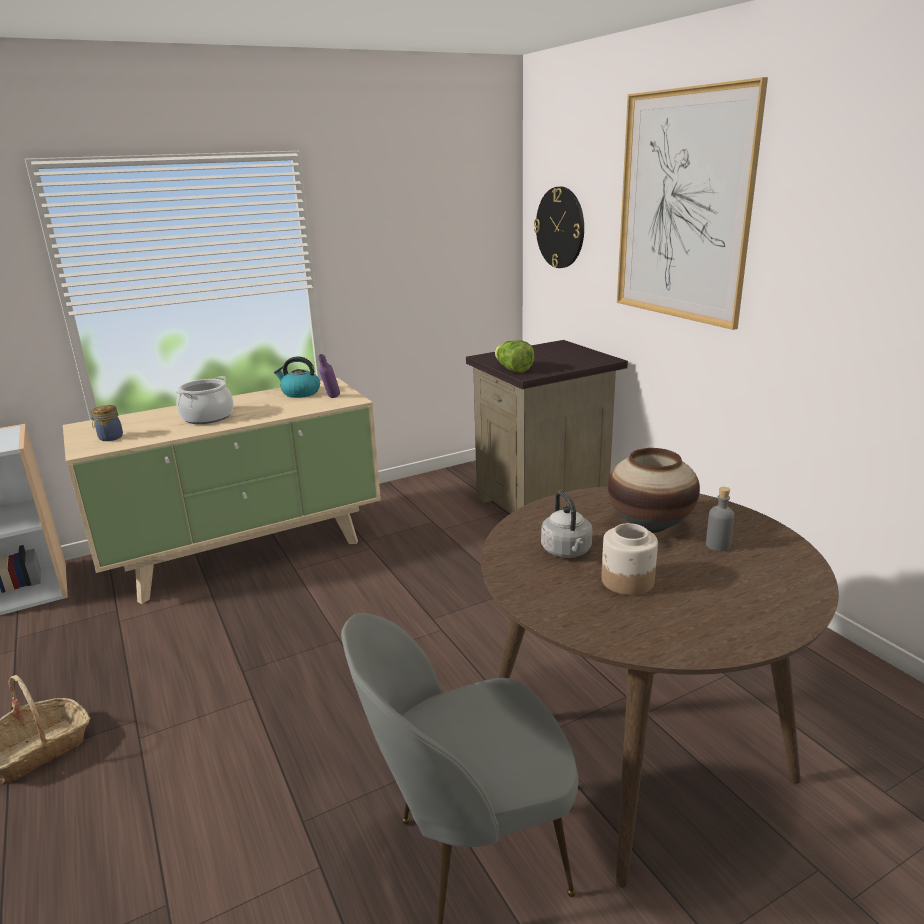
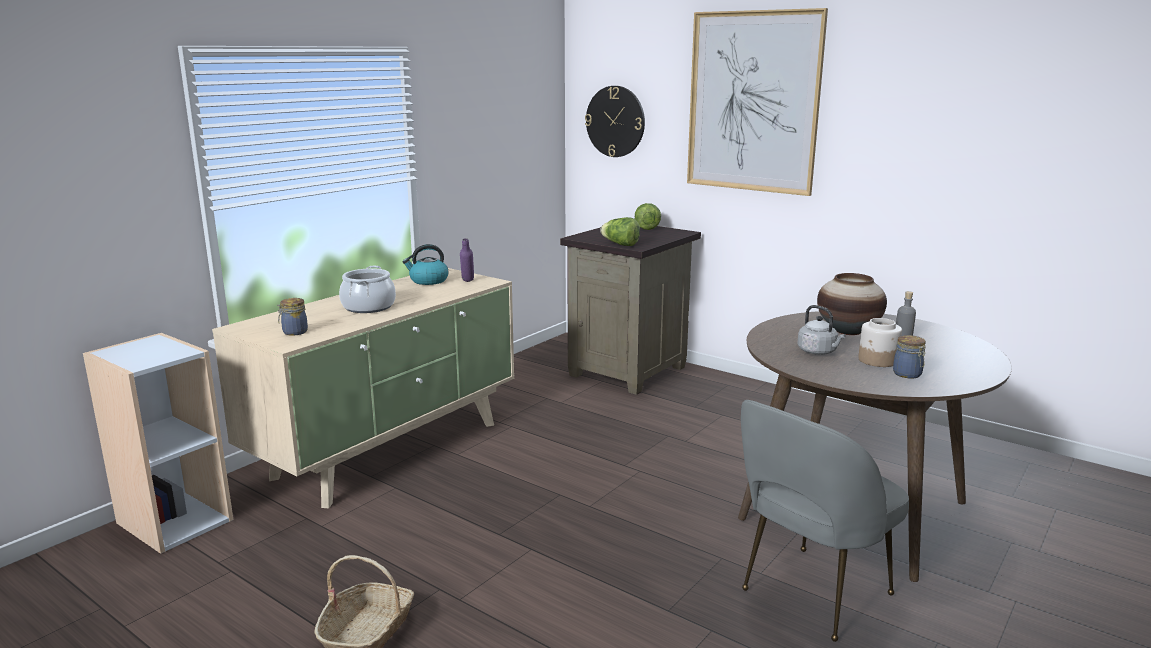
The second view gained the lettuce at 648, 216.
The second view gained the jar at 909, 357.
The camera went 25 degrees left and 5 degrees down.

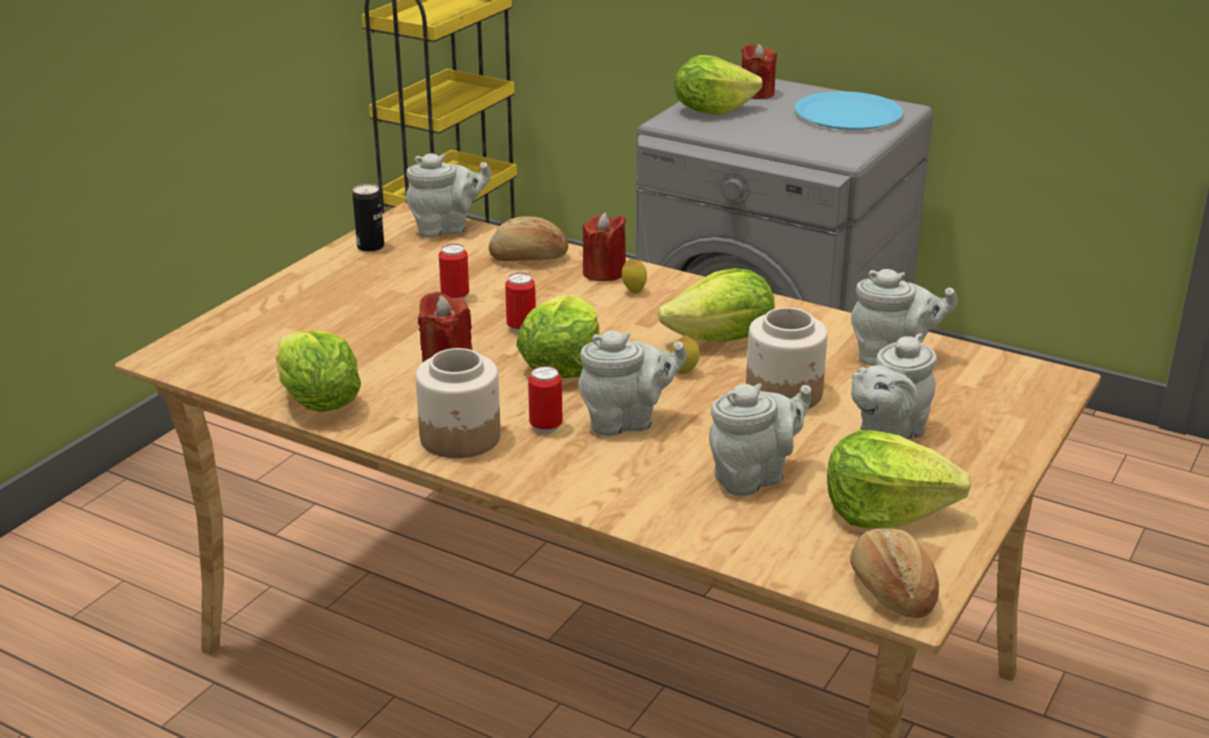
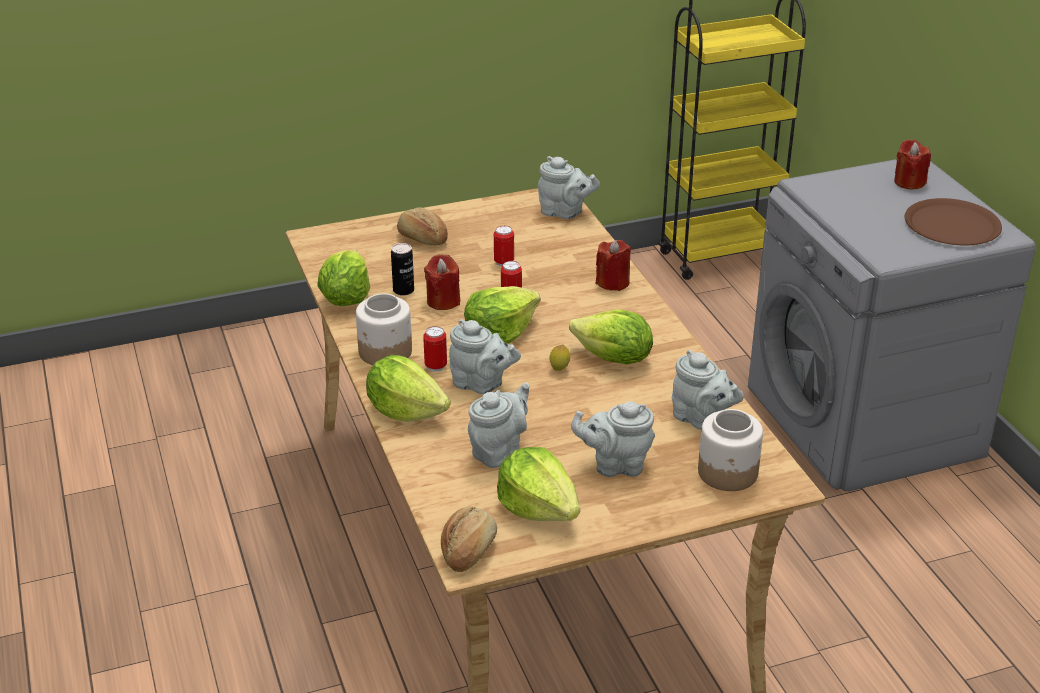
The lettuce ended up elsewhere, having gone from 719, 85 to 408, 388.
The can ended up elsewhere, having gone from 368, 218 to 402, 269.
The bread ended up elsewhere, having gone from 528, 238 to 422, 226.
The grey teapot at 760, 439 ended up facing another way, 60 degrees counterclockwise from before.
The jar ended up elsewhere, having gone from 787, 358 to 730, 450.
What was the blue plate at 849, 110 turned into the brown plate at 953, 221.
The second view lost the lemon at 634, 276.
The camera went 40 degrees right and 5 degrees up.

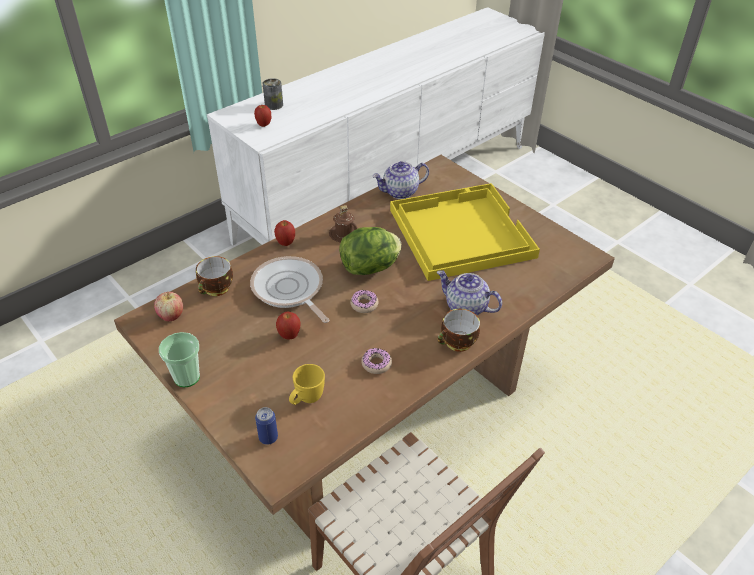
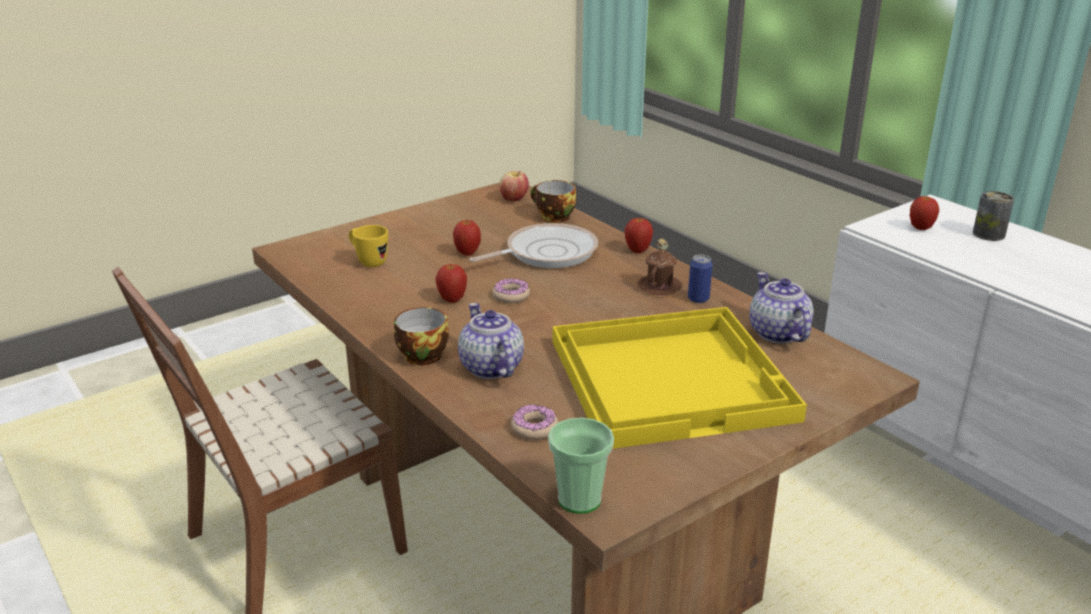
The second view gained the apple at 451, 283.
The teapot at 469, 292 ended up facing another way, 60 degrees counterclockwise from before.
The donut ended up elsewhere, having gone from 376, 361 to 534, 422.
The cup ended up elsewhere, having gone from 179, 359 to 581, 466.
The can ended up elsewhere, having gone from 266, 426 to 700, 278.
The second view lost the lettuce at 370, 251.
The camera went 95 degrees right and 15 degrees down.

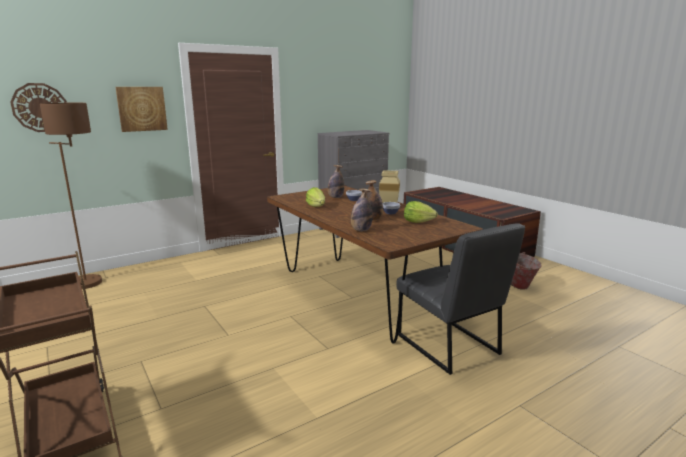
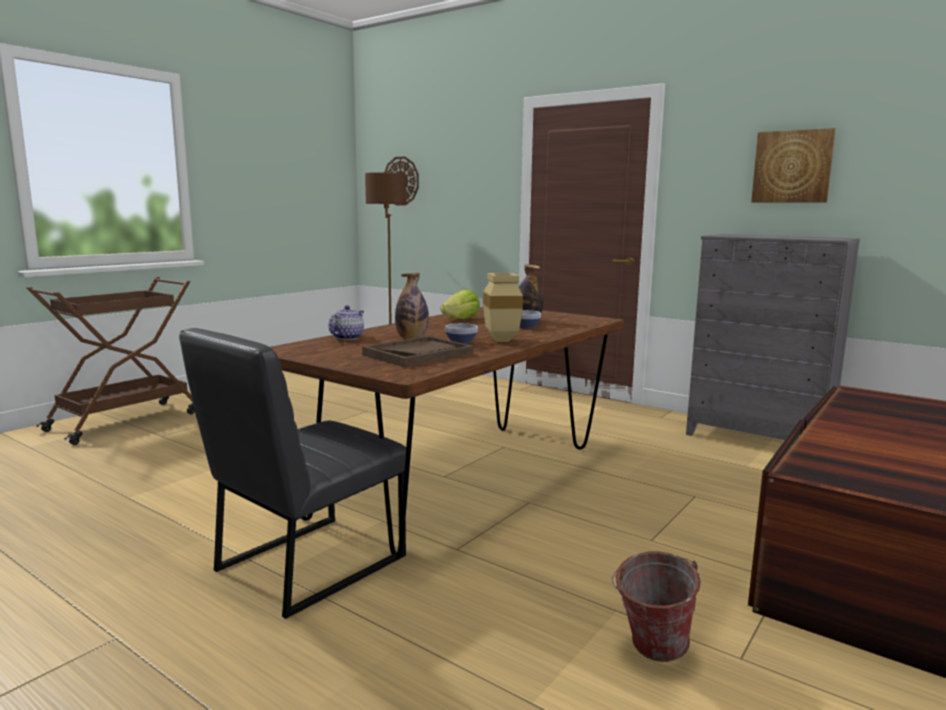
Where the bottle stood at 362, 209, the teapot came to stand at 346, 322.
Where the lettuce stood at 421, 212, the brown tray came to stand at 417, 351.
The picture ended up elsewhere, having gone from 141, 109 to 793, 165.
The camera went 70 degrees right and 5 degrees down.

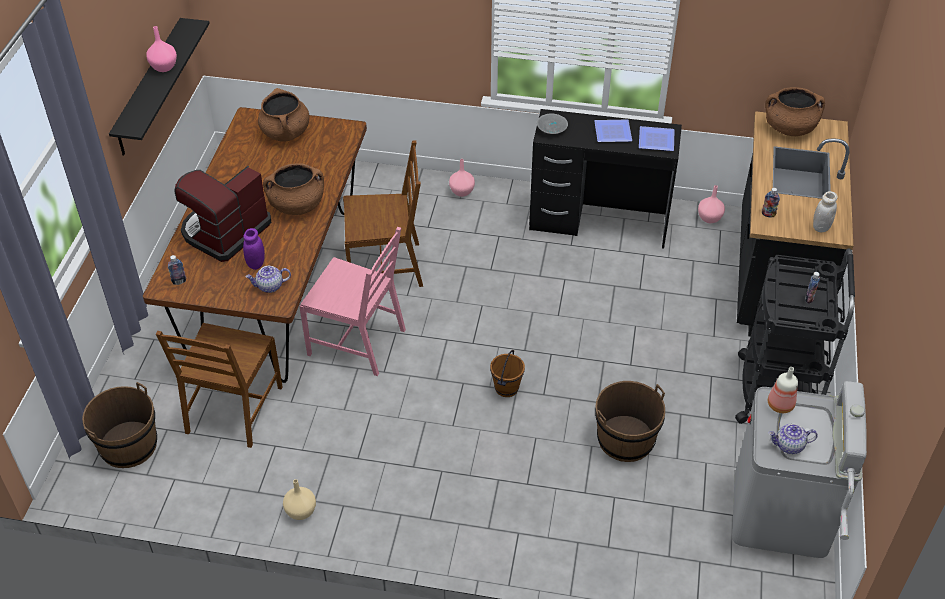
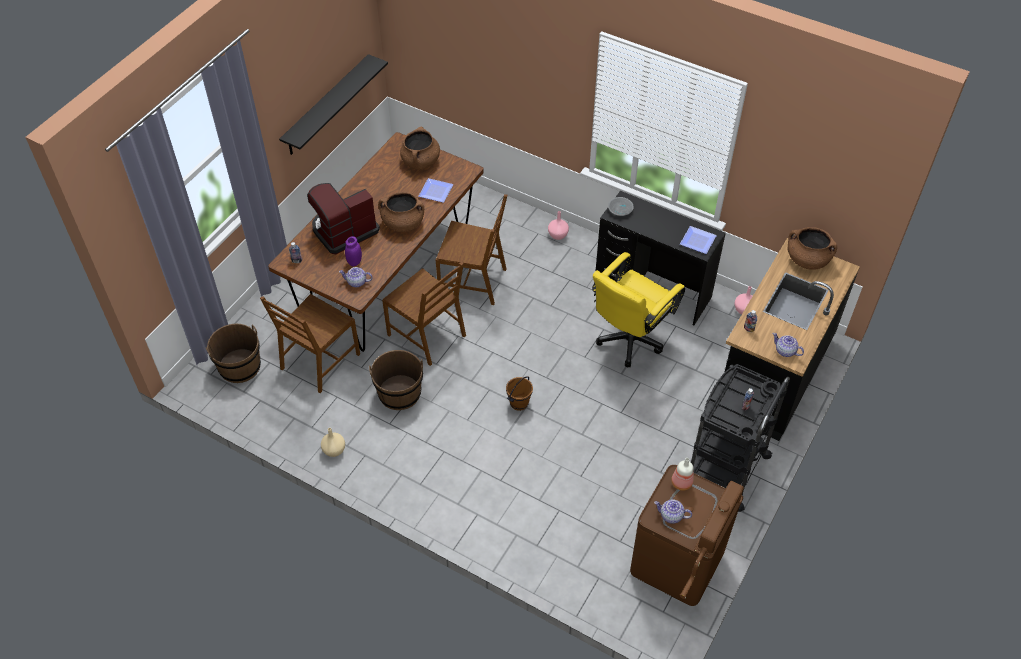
The brown bucket ended up elsewhere, having gone from 630, 421 to 396, 380.
What was the pink chair at 352, 301 turned into the brown chair at 424, 314.
The plate ended up elsewhere, having gone from 613, 130 to 435, 190.
The second view gained the yellow office chair at 638, 309.
What was the grey washing machine at 799, 469 turned into the brown washing machine at 687, 535.
Where the white jar stood at 825, 211, the teapot came to stand at 788, 345.
The second view lost the pink vase at 161, 49.
The camera went 20 degrees right and 5 degrees up.

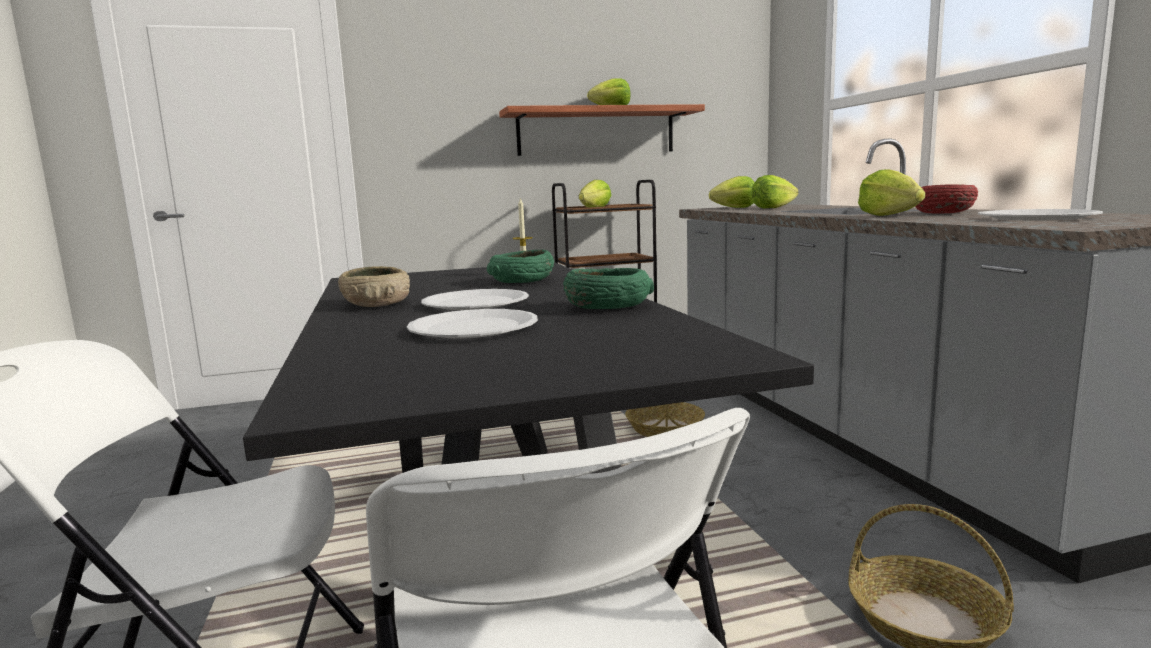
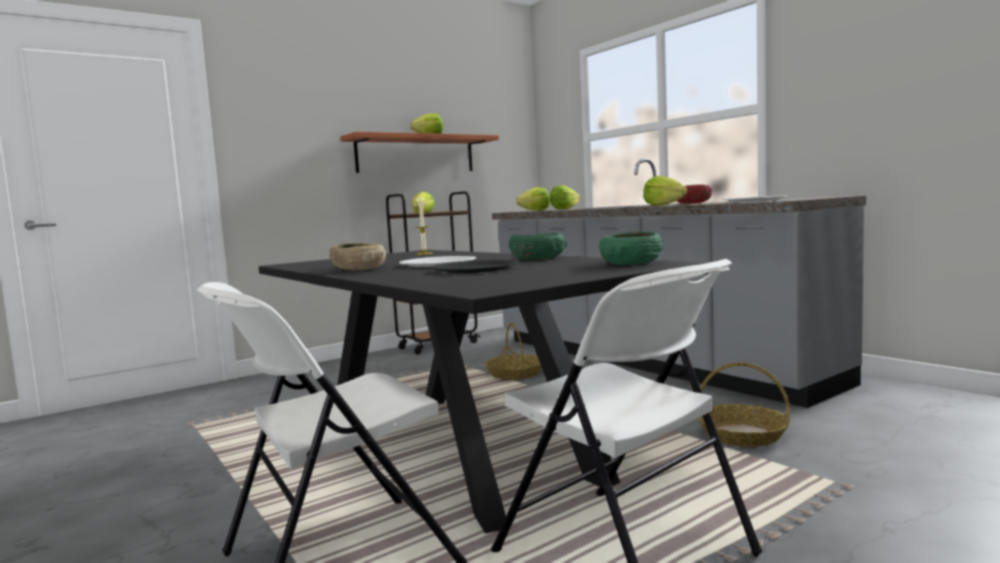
What was the white plate at 472, 323 turned into the black plate at 475, 266.
The green bowl ended up elsewhere, having gone from 520, 266 to 631, 248.
The camera went 20 degrees left and 5 degrees down.

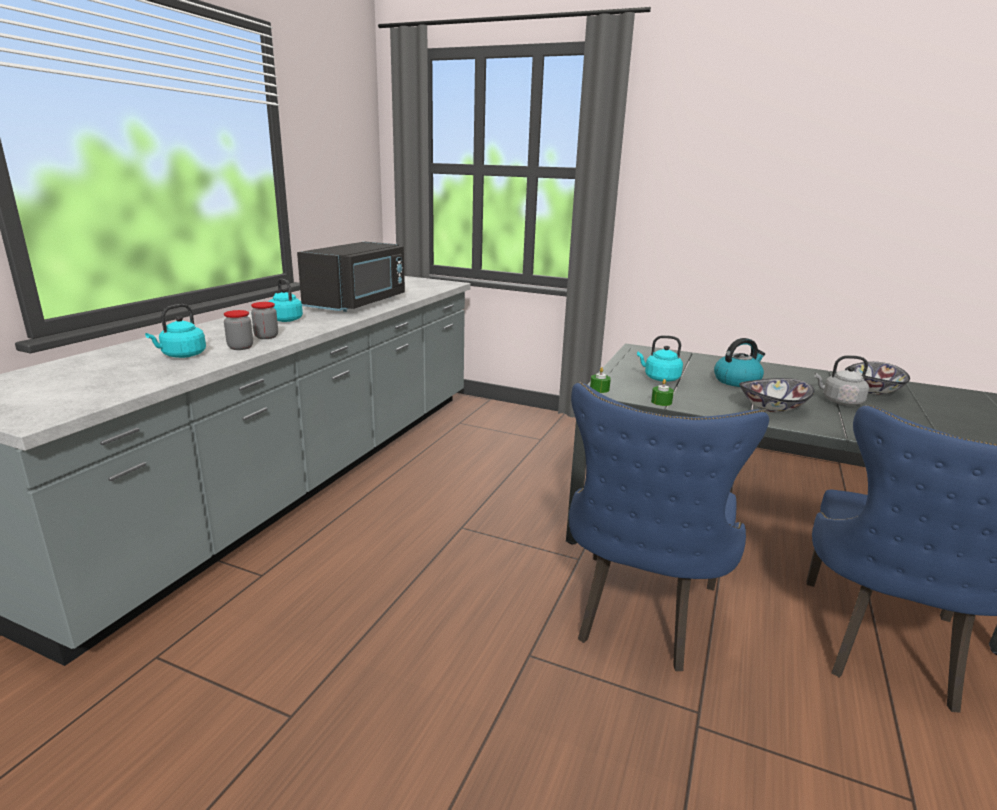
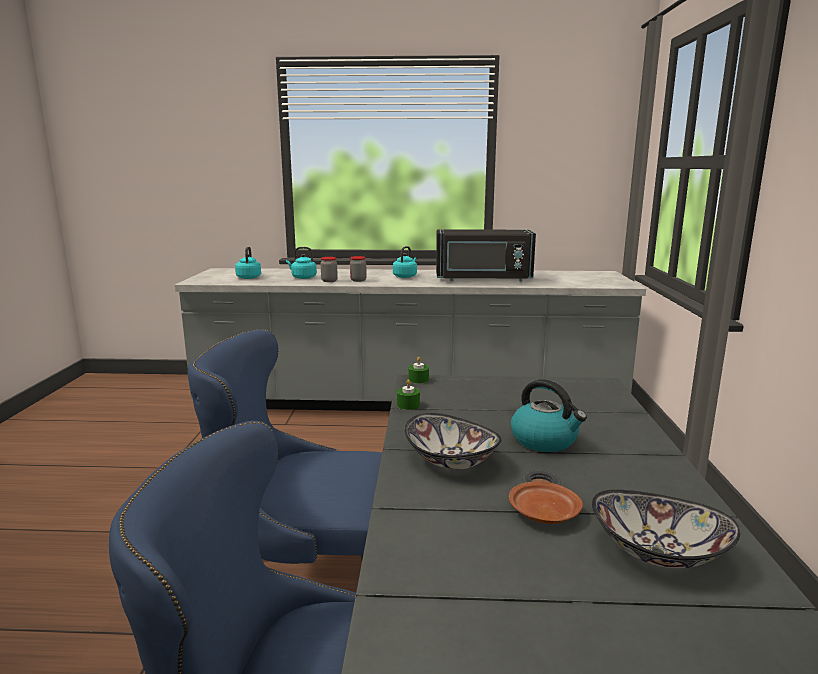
The turquoise kettle ended up elsewhere, having gone from 660, 358 to 248, 263.
Where the grey kettle stood at 841, 380, the brown plate came to stand at 546, 502.
The camera went 70 degrees right and 5 degrees down.

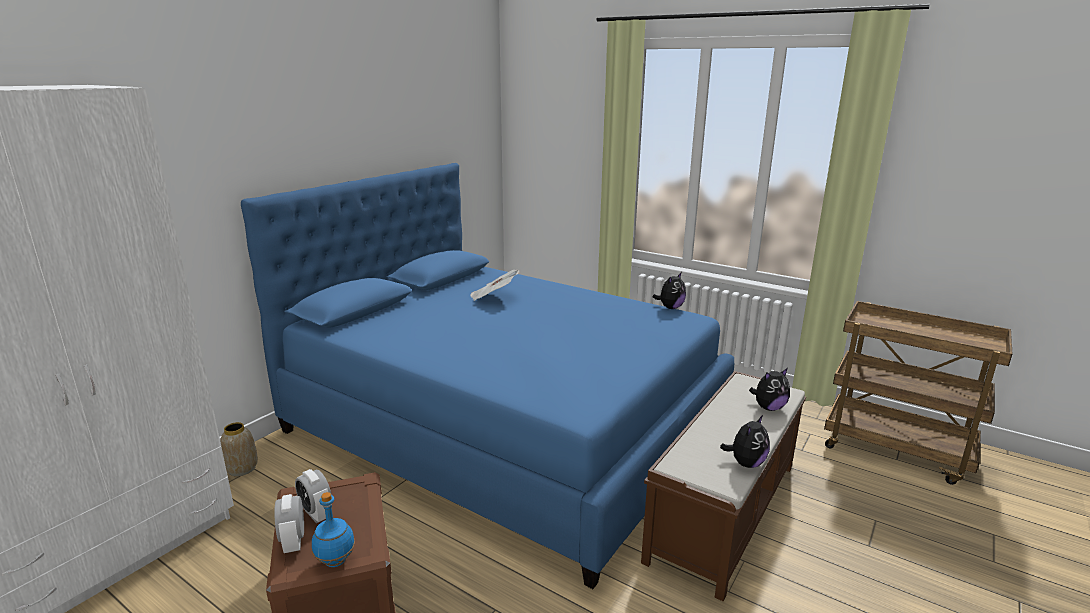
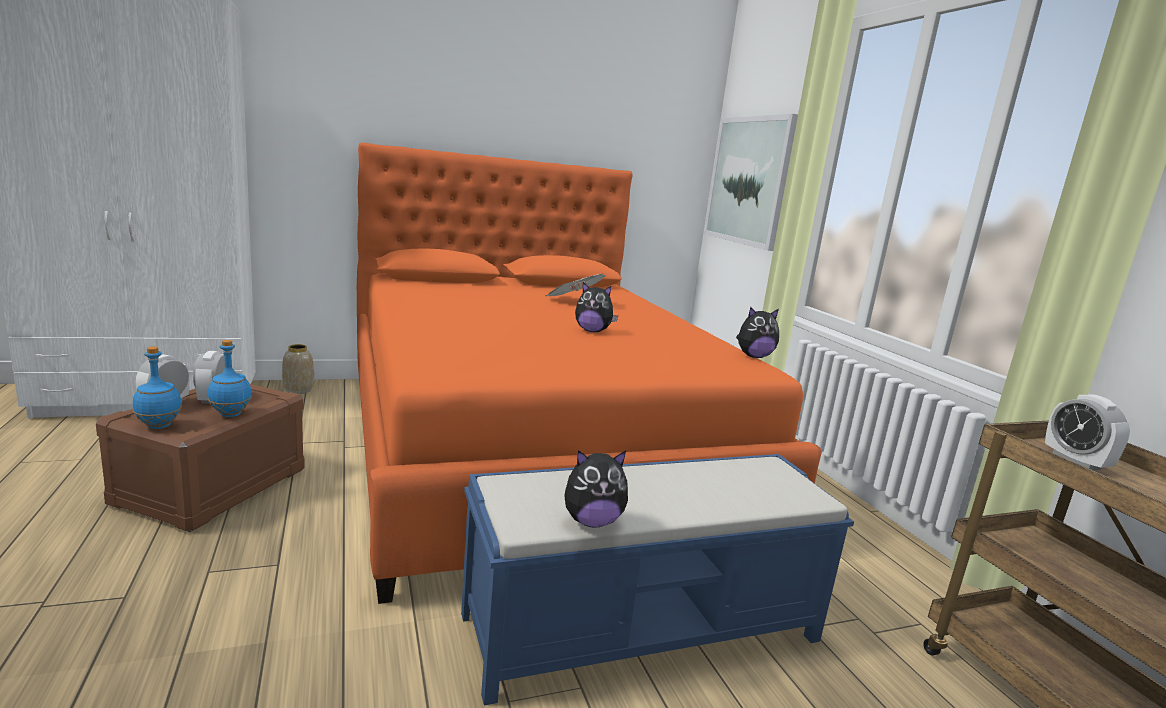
The second view gained the blue bottle at 230, 378.
What was the blue bed at 487, 376 turned into the orange bed at 589, 373.
What was the brown bench at 723, 486 turned into the blue bench at 657, 580.
The plush toy ended up elsewhere, having gone from 769, 389 to 596, 307.
The second view gained the picture at 751, 182.
The second view gained the alarm clock at 1087, 432.
The camera went 35 degrees right and 5 degrees down.

